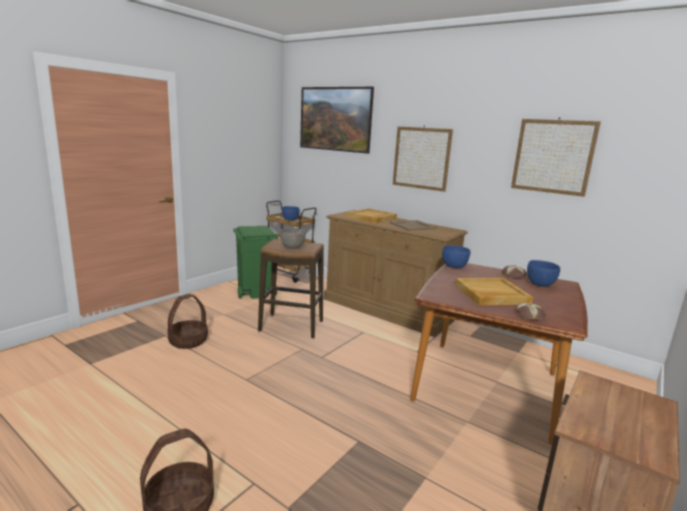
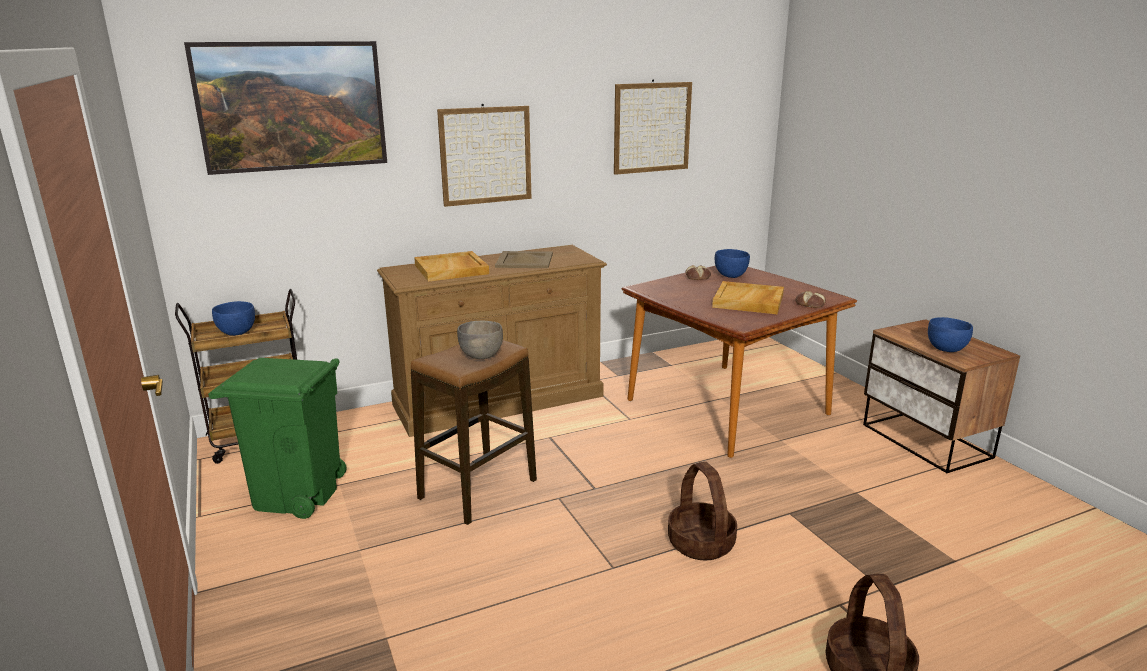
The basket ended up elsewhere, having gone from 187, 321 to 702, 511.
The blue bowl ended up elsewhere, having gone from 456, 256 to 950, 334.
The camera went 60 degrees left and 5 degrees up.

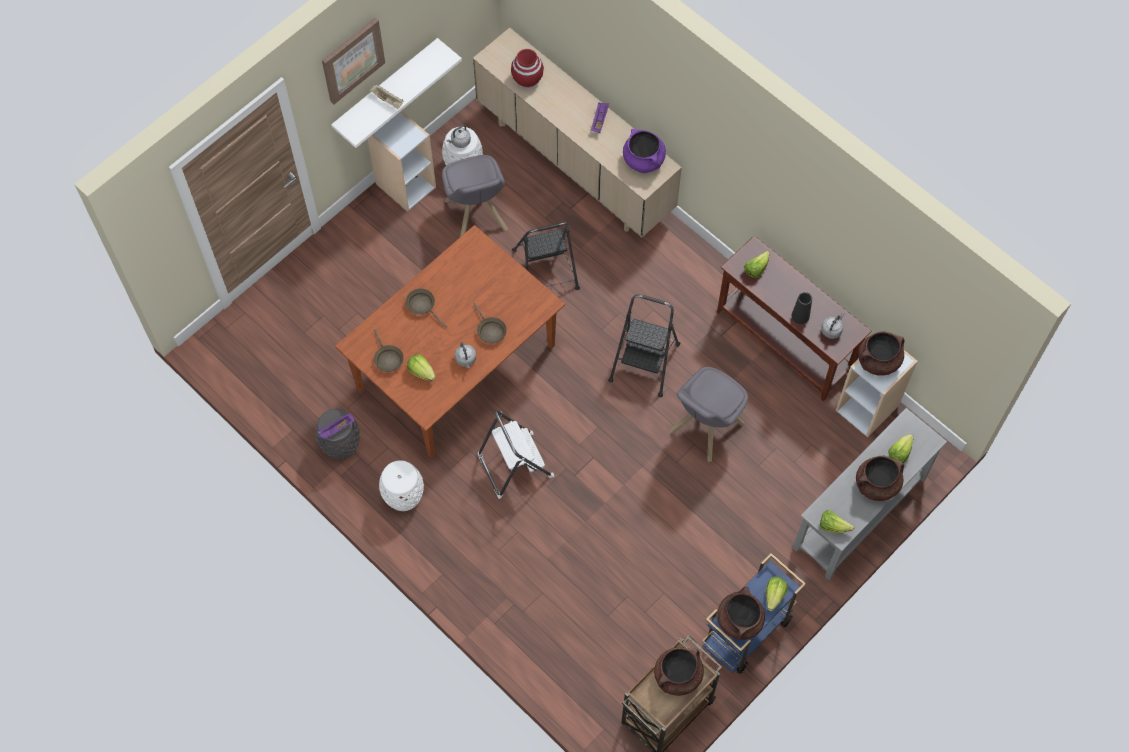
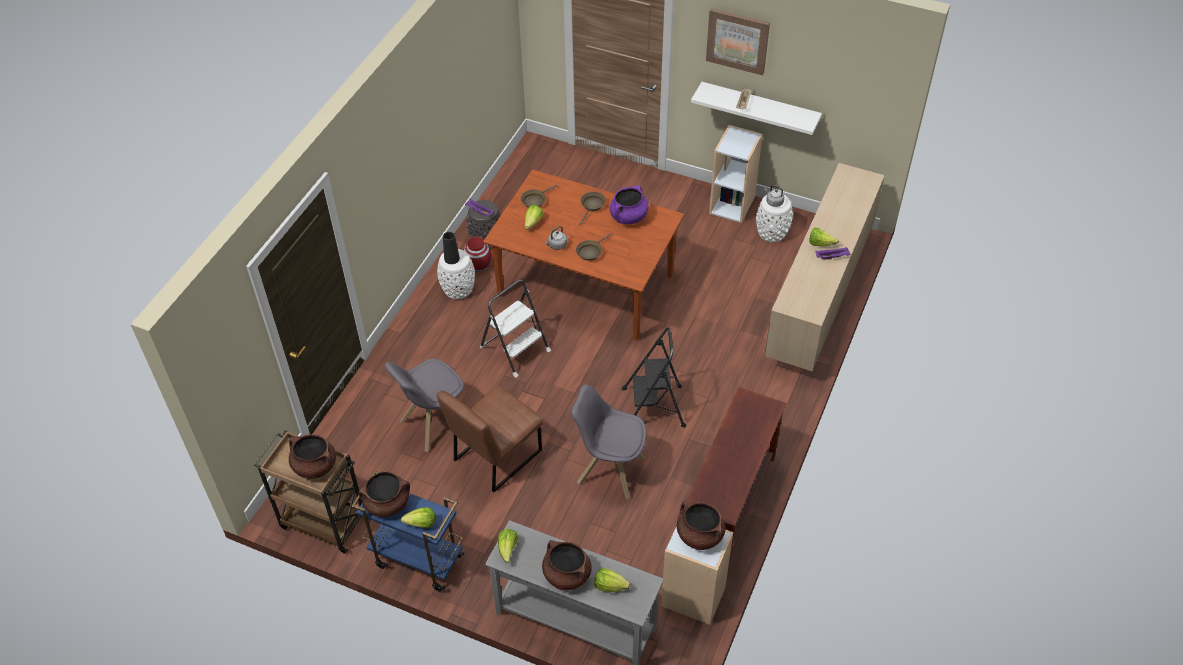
The grey chair ended up elsewhere, having gone from 475, 196 to 424, 405.
The second view gained the brown chair at 490, 439.
The black vase ended up elsewhere, having gone from 802, 308 to 451, 248.
The red vase ended up elsewhere, having gone from 527, 68 to 478, 254.
The purple cooking pot ended up elsewhere, having gone from 644, 151 to 629, 205.
The lettuce ended up elsewhere, having gone from 757, 264 to 824, 237.
The second view lost the black step ladder at 546, 256.
The second view lost the grey kettle at 832, 326.
The camera went 70 degrees right and 15 degrees down.

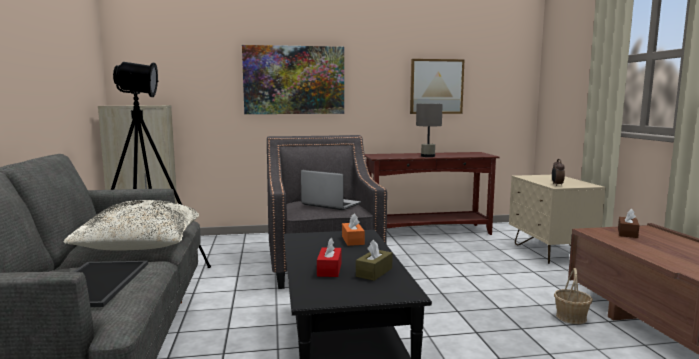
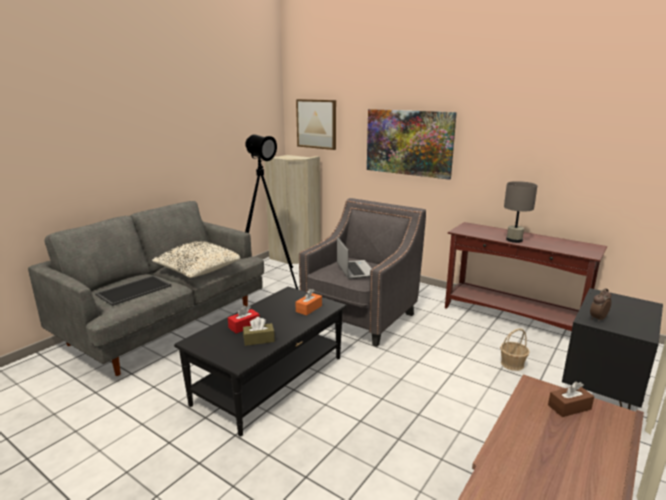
The picture ended up elsewhere, having gone from 437, 86 to 316, 124.
The basket ended up elsewhere, having gone from 573, 296 to 515, 349.
What was the beige nightstand at 557, 219 turned into the black nightstand at 612, 348.
The camera went 45 degrees right and 10 degrees up.

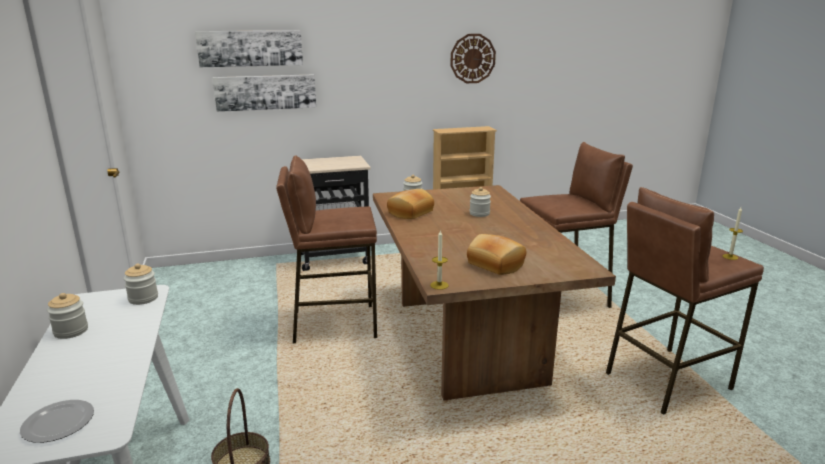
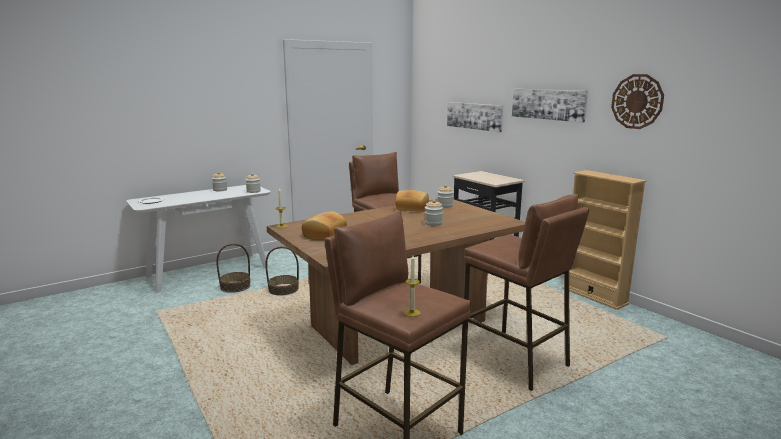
The second view gained the basket at 282, 270.
The picture ended up elsewhere, having gone from 249, 48 to 550, 106.
The camera went 70 degrees right and 5 degrees down.

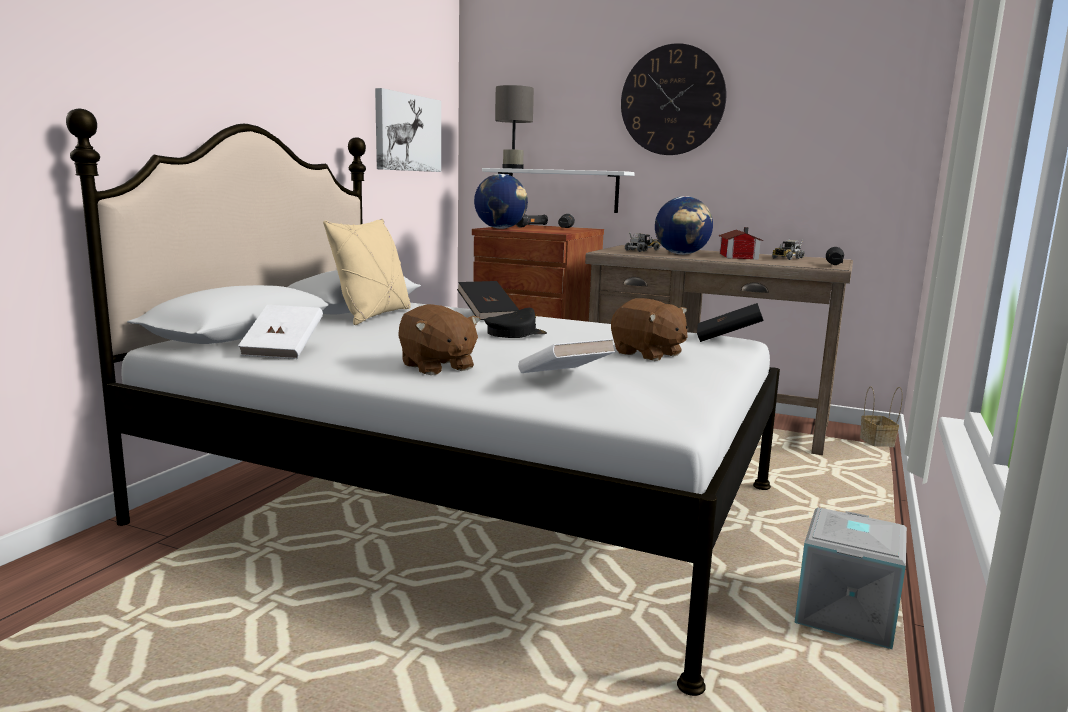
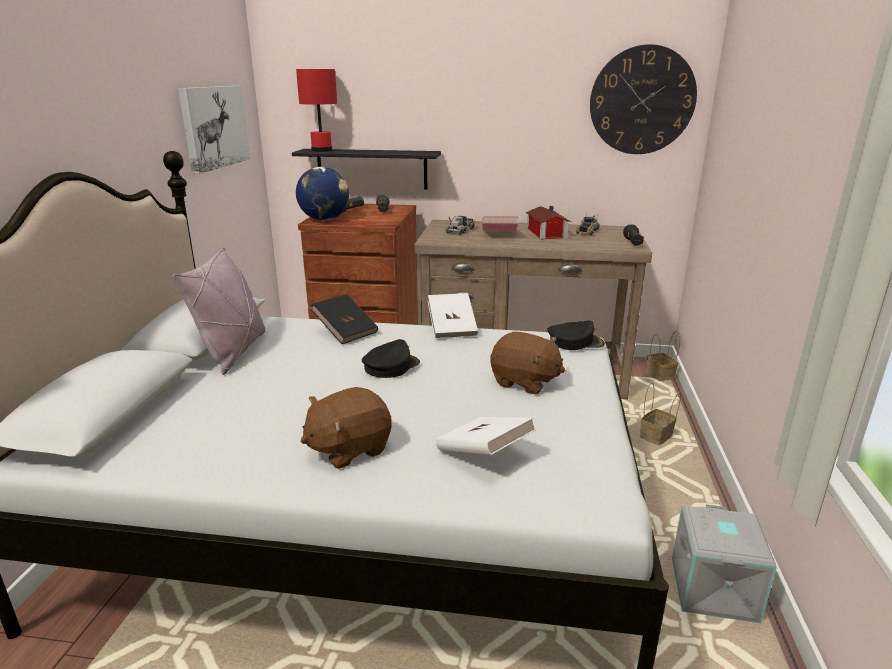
What was the beige pillow at 367, 272 turned into the purple pillow at 219, 311.
What was the white shelf at 558, 190 turned into the black shelf at 366, 169.
What was the grey table lamp at 514, 127 turned into the red table lamp at 316, 110.
The brown plush toy at 439, 339 ended up facing another way, 105 degrees clockwise from before.
The white book ended up elsewhere, having gone from 280, 332 to 453, 316.
Where the globe stood at 684, 225, the pink book came to stand at 500, 223.
Where the black book stood at 730, 322, the black cap came to stand at 576, 335.
The wall clock ended up elsewhere, having gone from 673, 99 to 643, 99.
The second view gained the basket at 660, 414.
The camera went 15 degrees left and 10 degrees up.

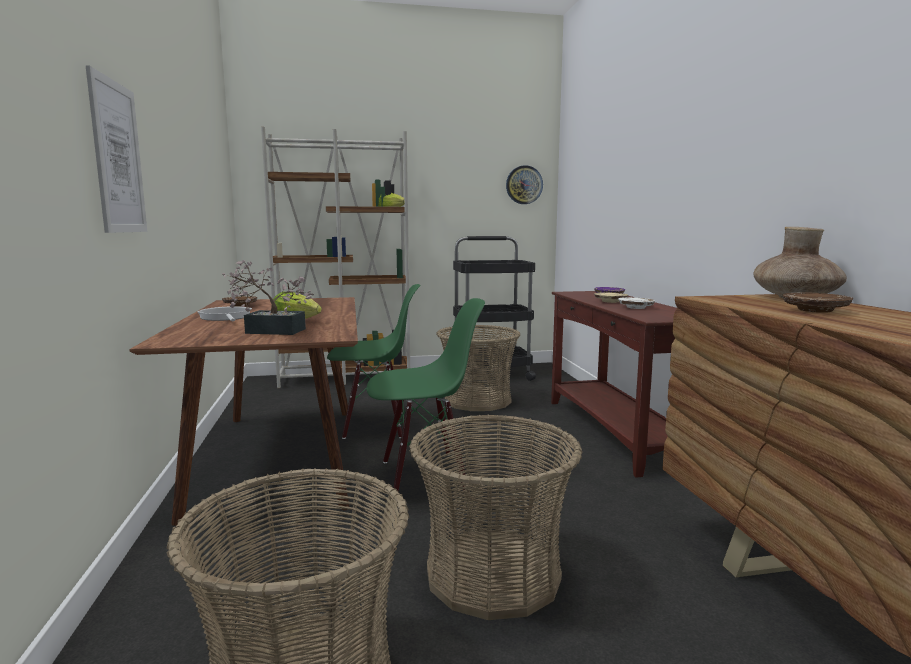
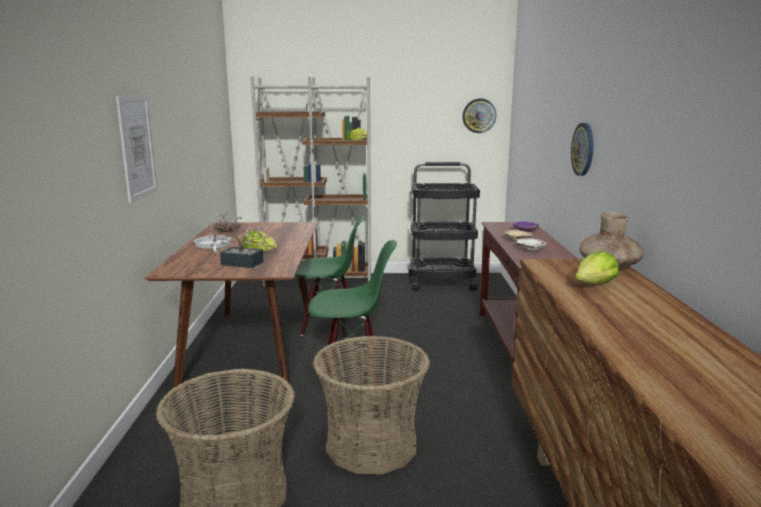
The second view gained the wall clock at 582, 149.
Where the brown plate stood at 818, 302, the lettuce came to stand at 598, 267.
The second view lost the basket at 478, 368.
The camera went 10 degrees right and 5 degrees up.

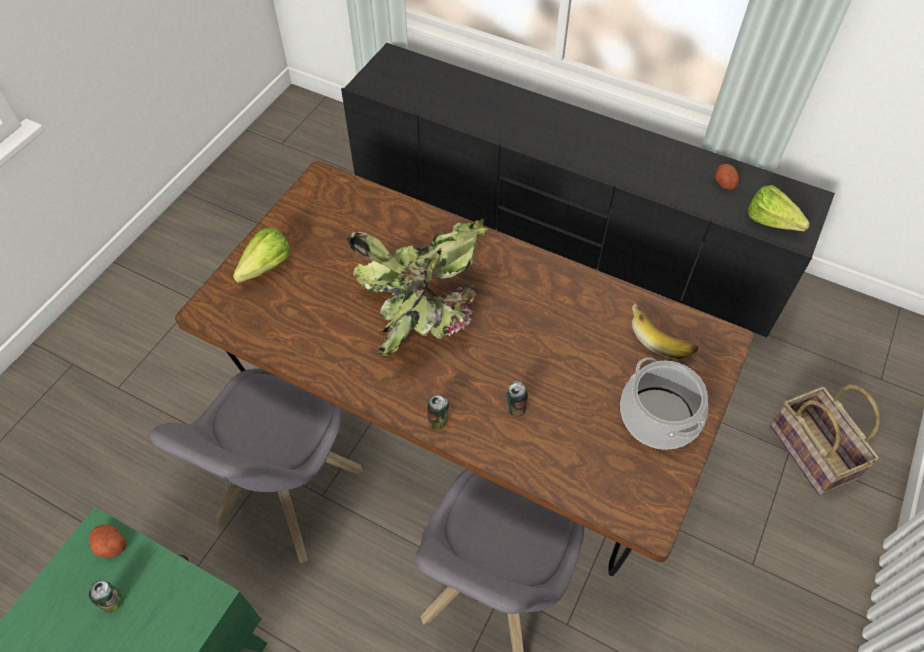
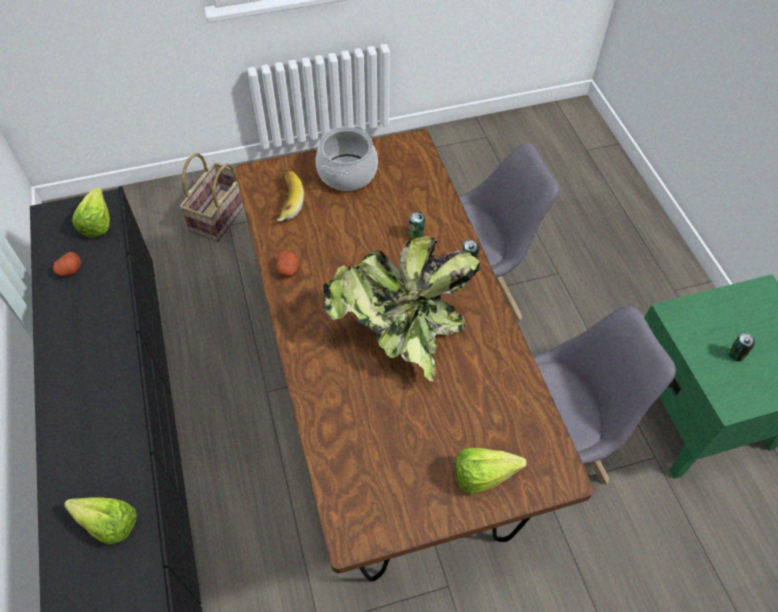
The second view gained the lettuce at 100, 521.
The potato ended up elsewhere, having gone from 108, 541 to 288, 263.
The camera went 135 degrees left and 0 degrees up.

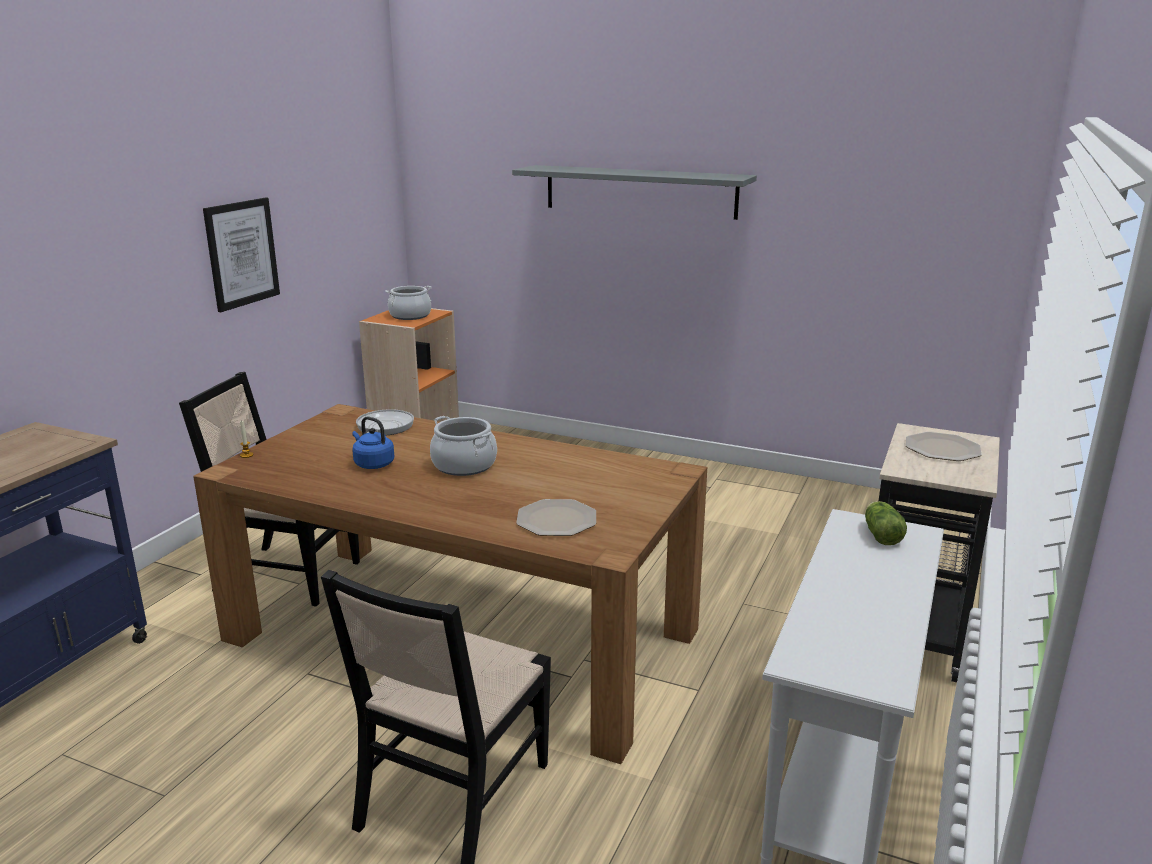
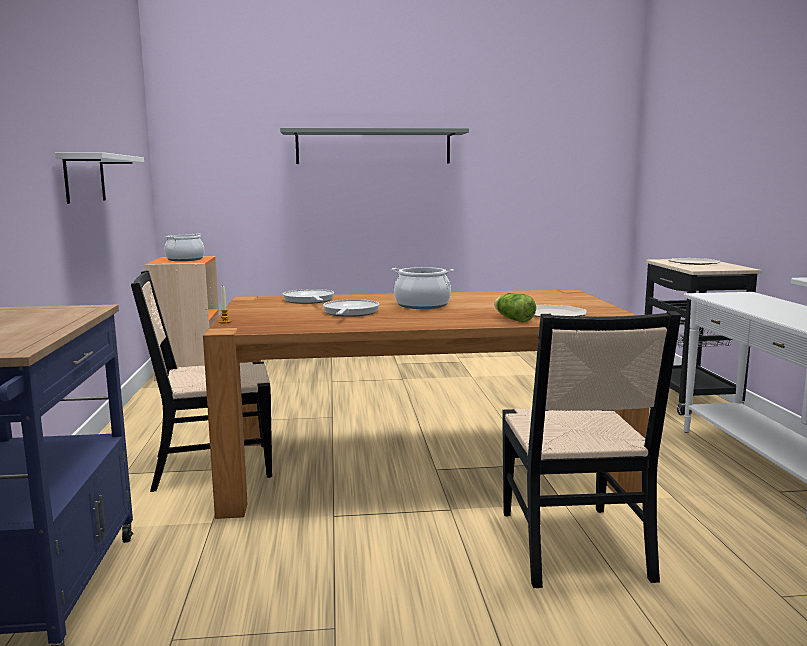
Where the picture hung at 241, 255, the white shelf came to hang at 99, 178.
Where the blue kettle stood at 373, 442, the frying pan came to stand at 351, 308.
The lettuce ended up elsewhere, having gone from 886, 523 to 515, 307.
The camera went 30 degrees left and 10 degrees down.

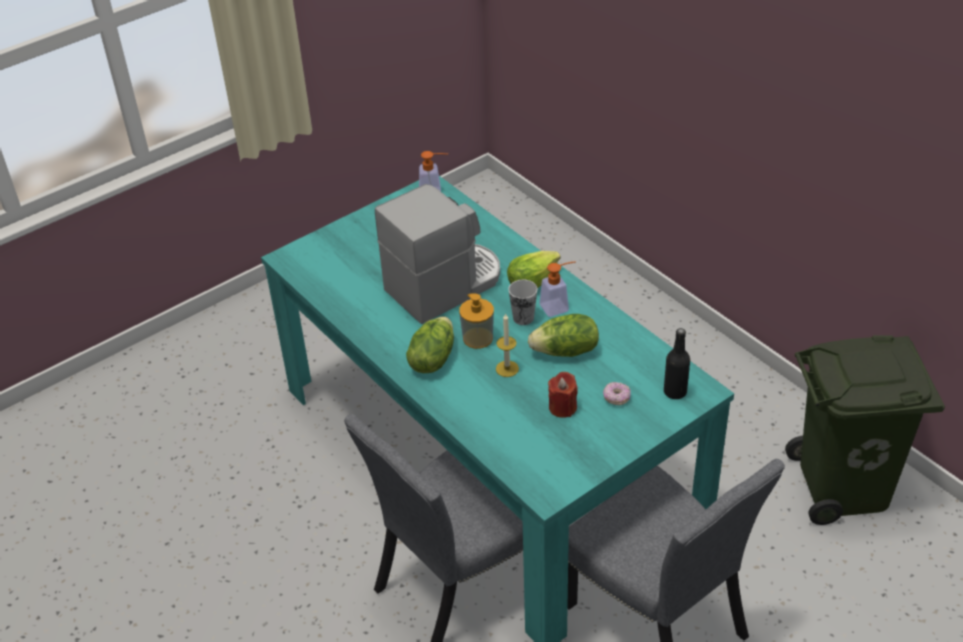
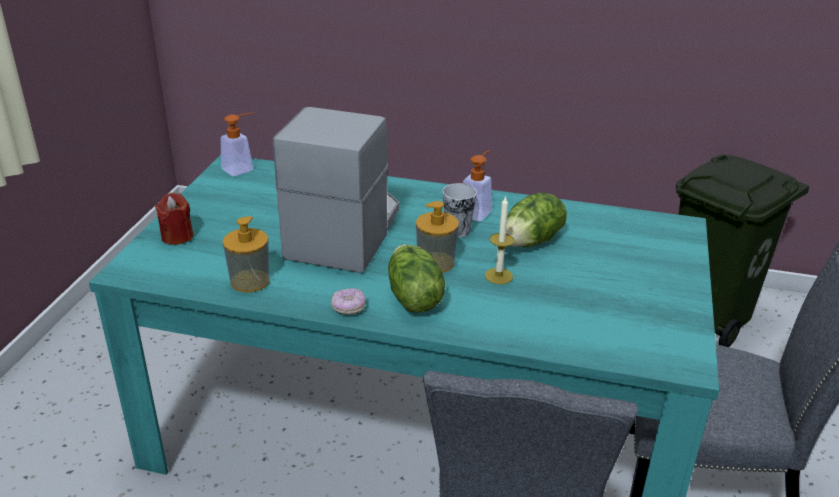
The red candle ended up elsewhere, having gone from 563, 395 to 174, 219.
The second view gained the soap dispenser at 246, 254.
The donut ended up elsewhere, having gone from 617, 393 to 348, 301.
The second view lost the lettuce at 533, 270.
The second view lost the black bottle at 677, 363.
The camera went 40 degrees left and 10 degrees down.

